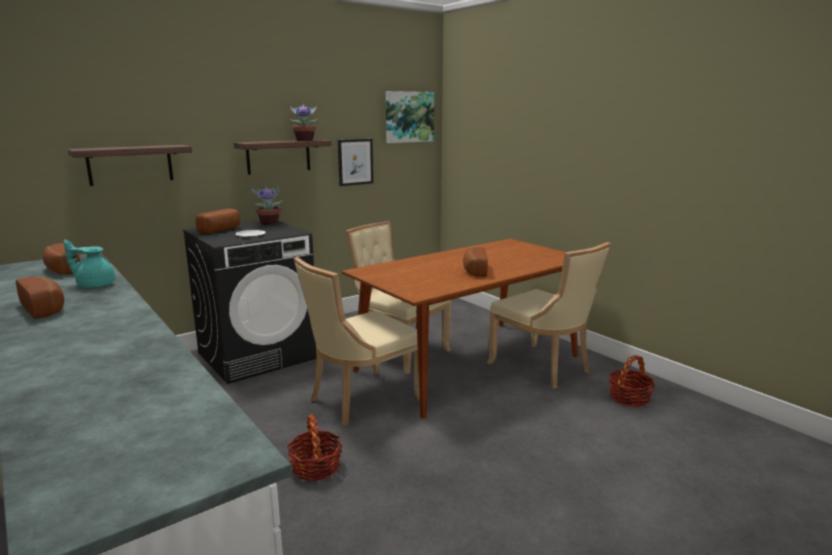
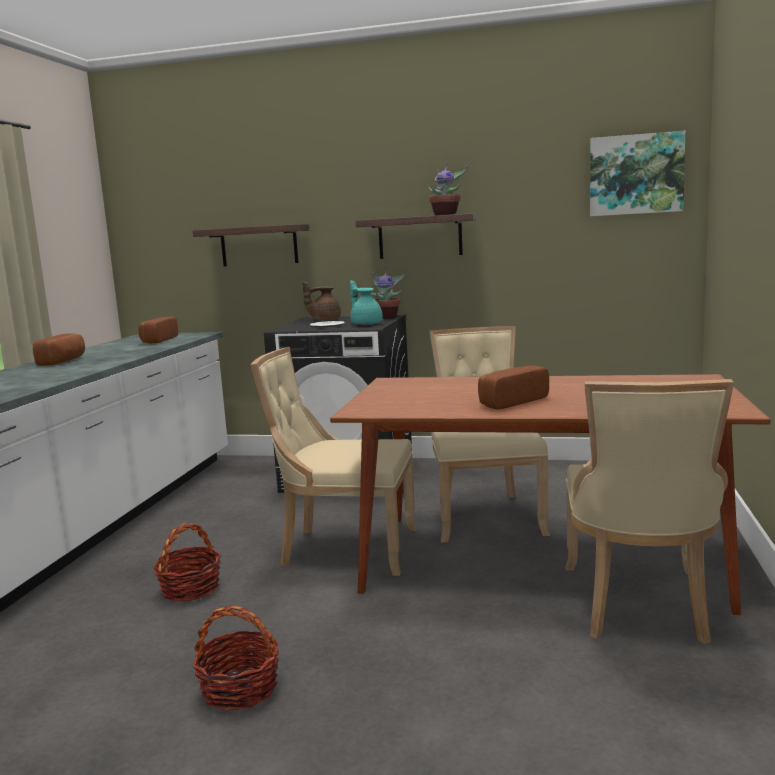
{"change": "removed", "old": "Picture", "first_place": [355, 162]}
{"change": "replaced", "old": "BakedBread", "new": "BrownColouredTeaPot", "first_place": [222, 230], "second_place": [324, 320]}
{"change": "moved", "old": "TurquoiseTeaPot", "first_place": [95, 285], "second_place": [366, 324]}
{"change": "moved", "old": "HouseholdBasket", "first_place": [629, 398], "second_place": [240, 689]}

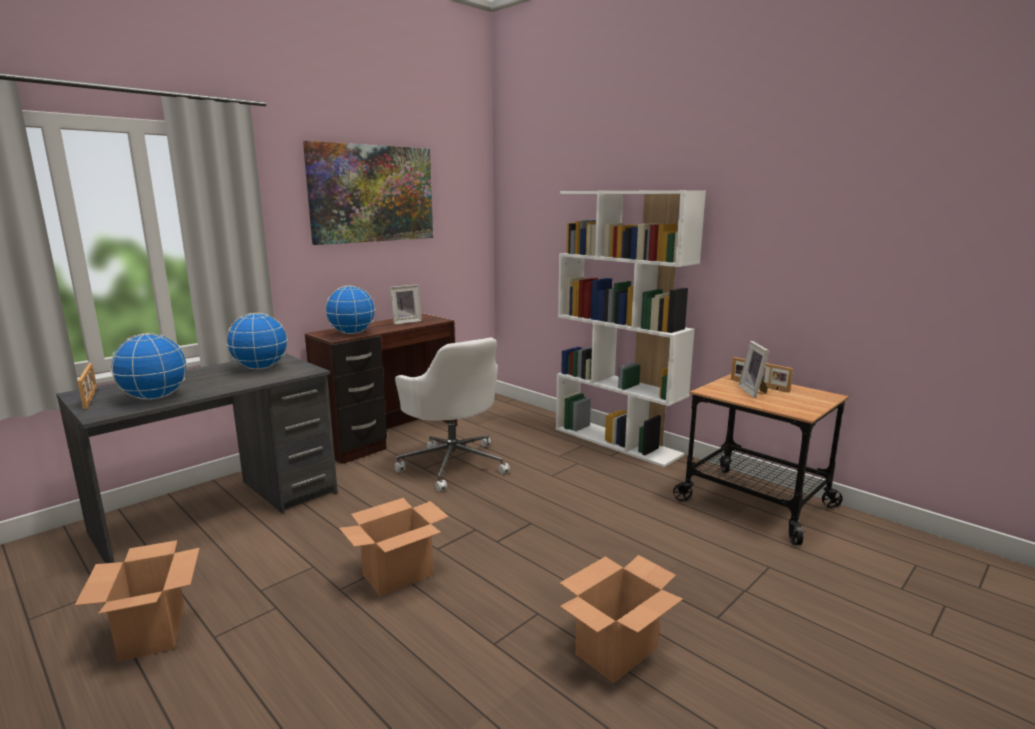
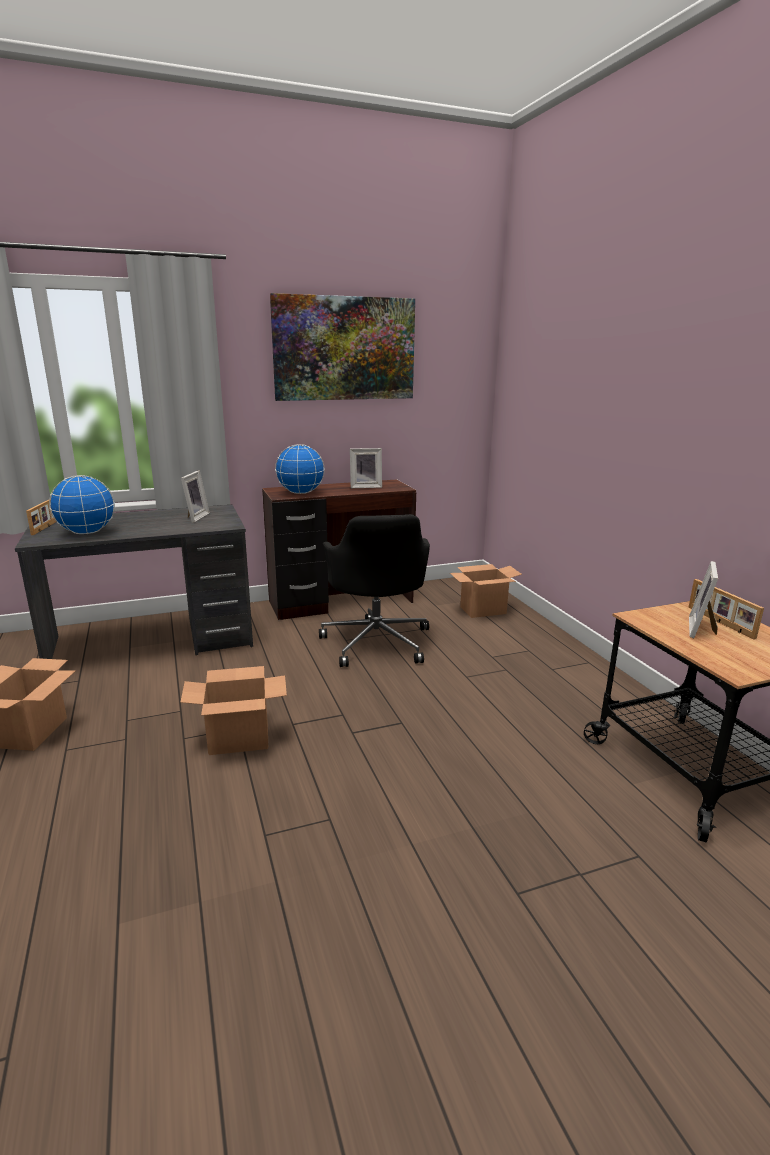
{"change": "removed", "old": "WhiteColouredShelvingUnit", "first_place": [617, 441]}
{"change": "replaced", "old": "DeskGlobe", "new": "PhotoFrame", "first_place": [260, 368], "second_place": [194, 517]}
{"change": "recoloured", "old": "WhiteColouredOfficeChair", "new": "BlackColouredOfficeChair", "first_place": [453, 464], "second_place": [377, 641]}
{"change": "moved", "old": "Carton", "first_place": [616, 652], "second_place": [482, 610]}

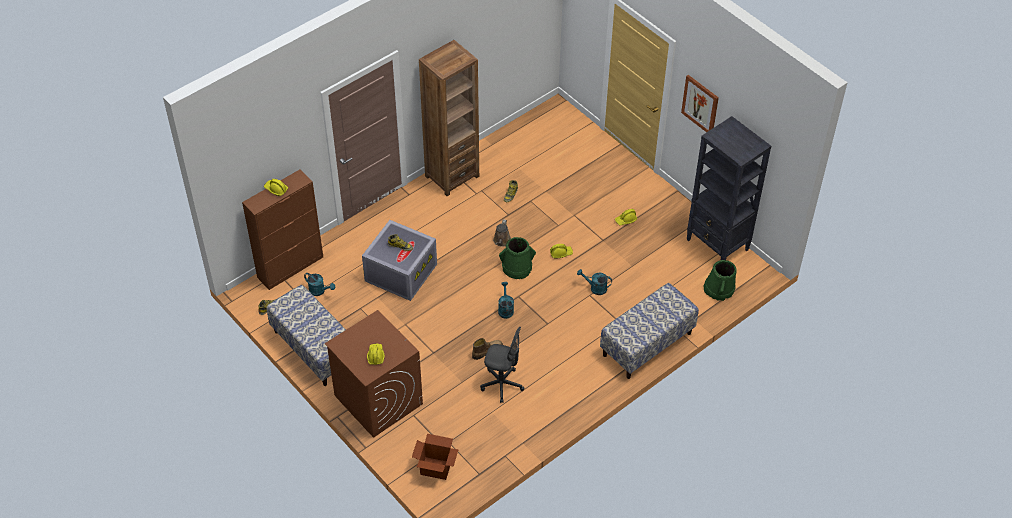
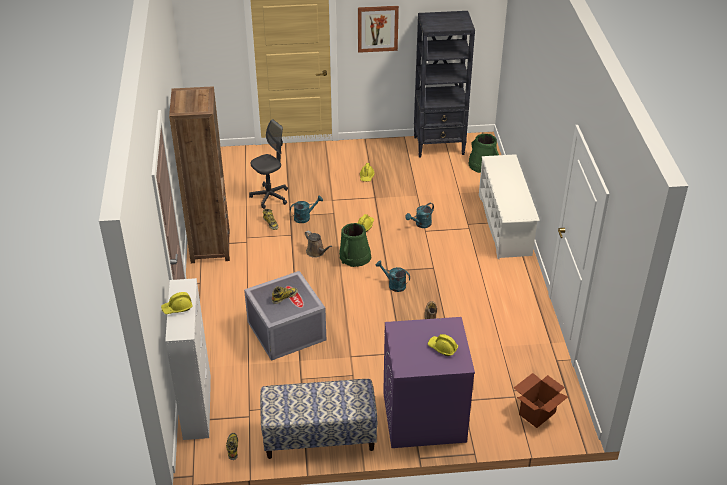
{"change": "recoloured", "old": "BrownColouredStorageCabinet", "new": "WhiteColouredStorageCabinet", "first_place": [291, 267], "second_place": [197, 406]}
{"change": "moved", "old": "TurquoiseWateringCan", "first_place": [319, 291], "second_place": [305, 217]}
{"change": "replaced", "old": "IndoorBench", "new": "WhiteColouredShoeShelf", "first_place": [647, 344], "second_place": [505, 225]}
{"change": "recoloured", "old": "BrownColouredWashingMachine", "new": "PurpleWashingMachine", "first_place": [378, 399], "second_place": [423, 417]}
{"change": "moved", "old": "GrayOfficeChair", "first_place": [502, 384], "second_place": [270, 197]}

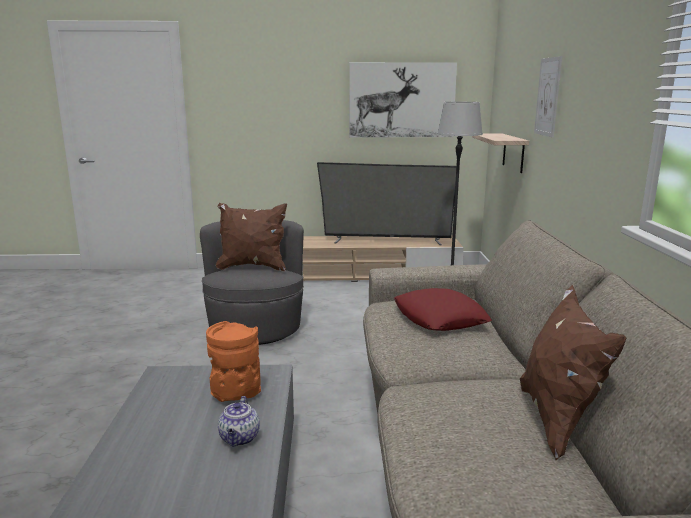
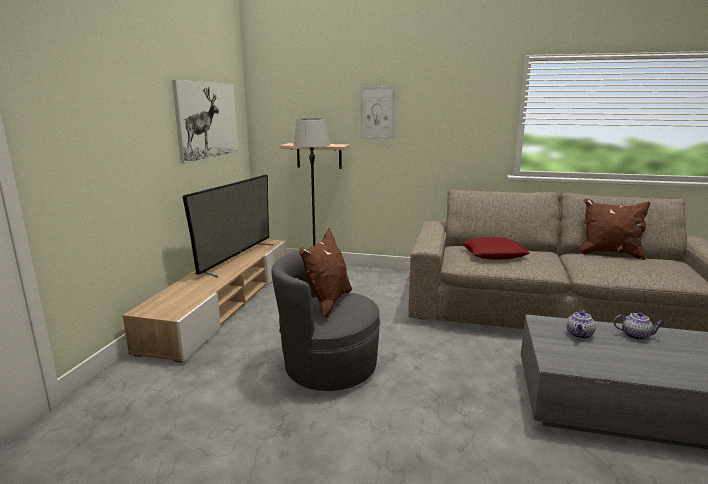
{"change": "replaced", "old": "OrangeFlowerVase", "new": "TeaPot", "first_place": [235, 394], "second_place": [579, 335]}

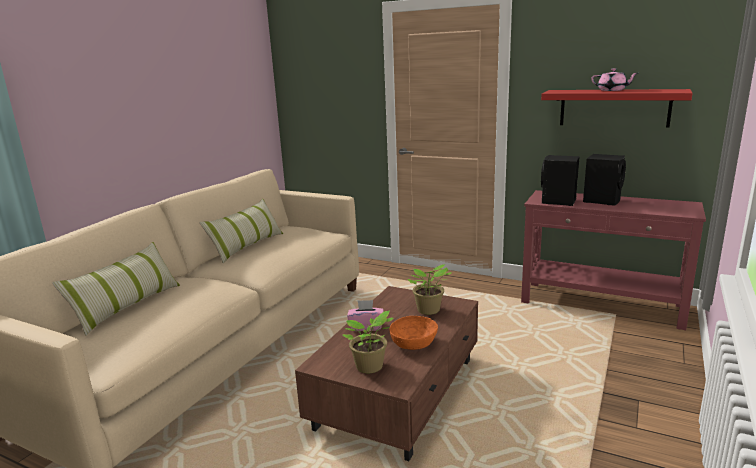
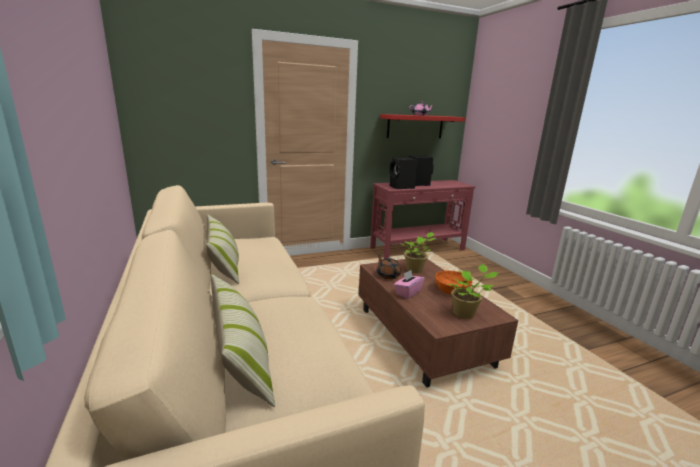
{"change": "added", "new": "BrownColouredTeaPot", "second_place": [388, 275]}

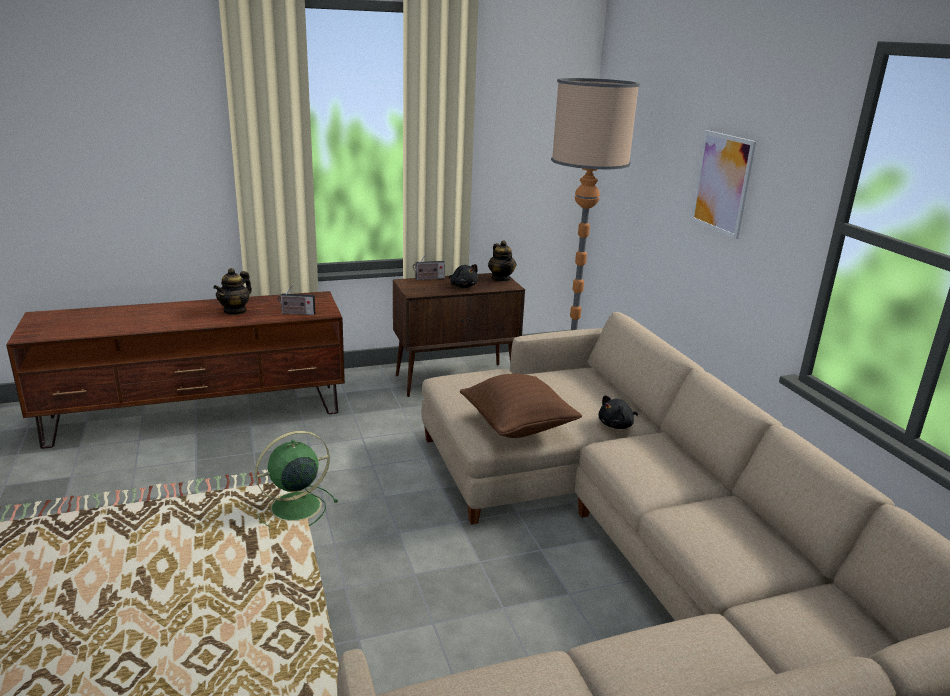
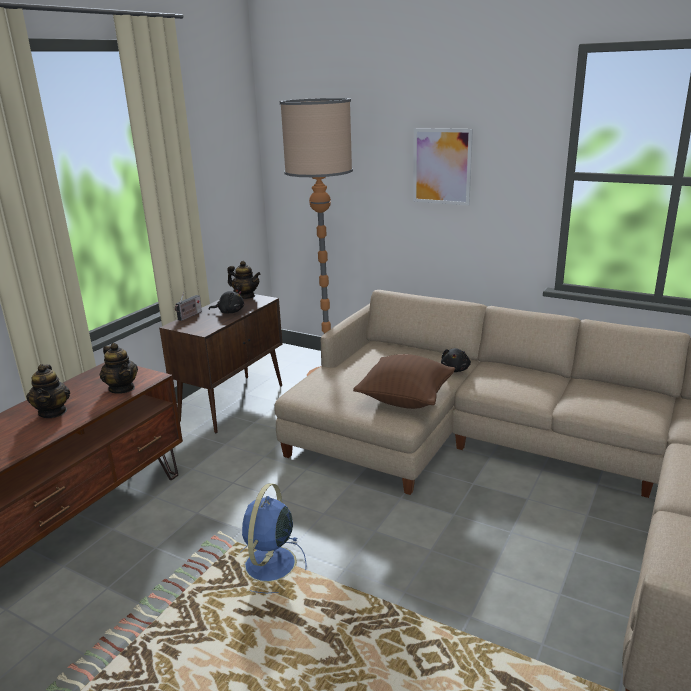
{"change": "replaced", "old": "RadioSet", "new": "TeaPot", "first_place": [296, 313], "second_place": [122, 388]}
{"change": "recoloured", "old": "GreenFan", "new": "BlueFan", "first_place": [293, 507], "second_place": [269, 566]}

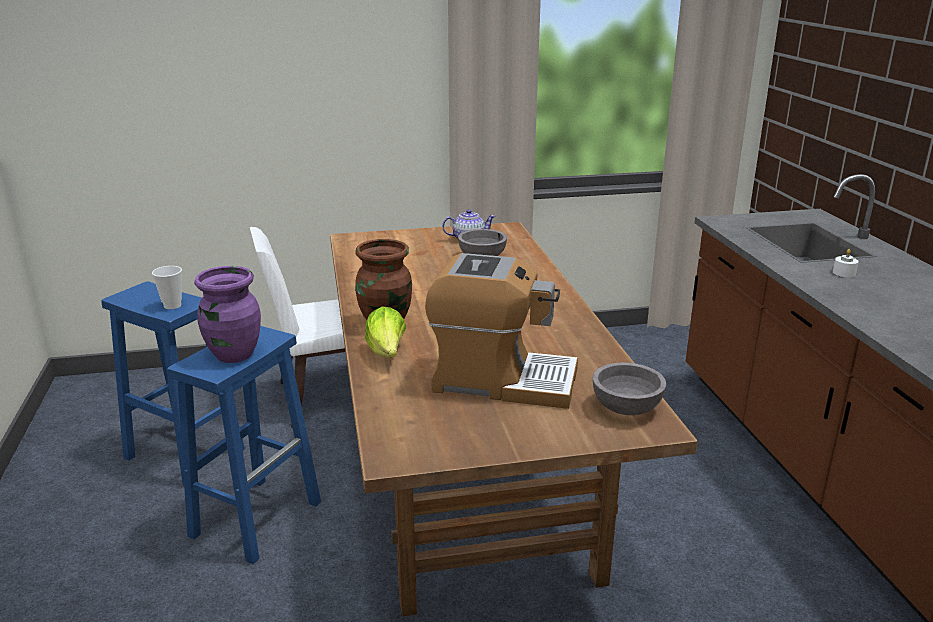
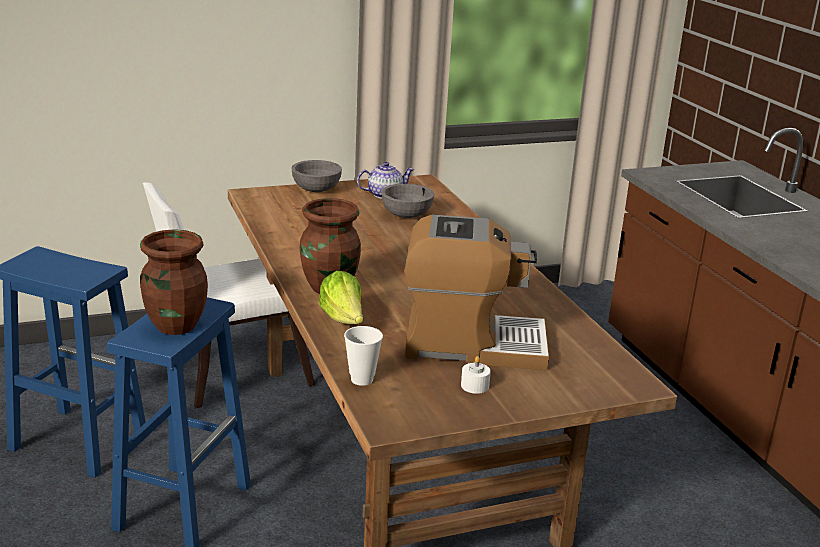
{"change": "moved", "old": "WhiteColouredWaxCandle", "first_place": [844, 273], "second_place": [475, 386]}
{"change": "moved", "old": "SmallCup", "first_place": [172, 305], "second_place": [362, 379]}
{"change": "recoloured", "old": "PurpleFlowerVase", "new": "BrownColouredFlowerVase", "first_place": [234, 354], "second_place": [175, 325]}
{"change": "moved", "old": "GrayBowl", "first_place": [626, 407], "second_place": [316, 189]}

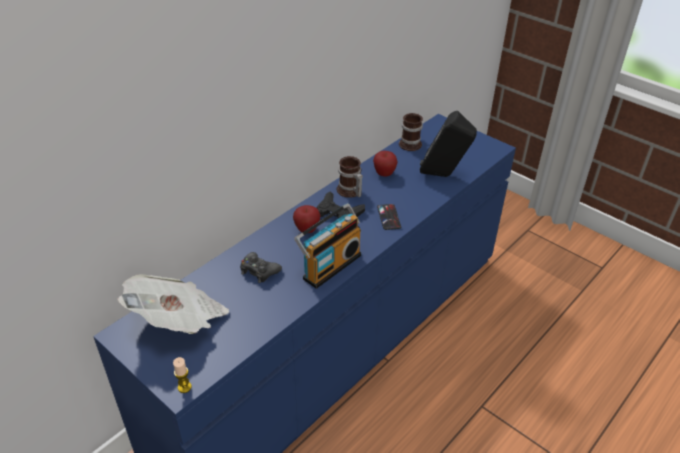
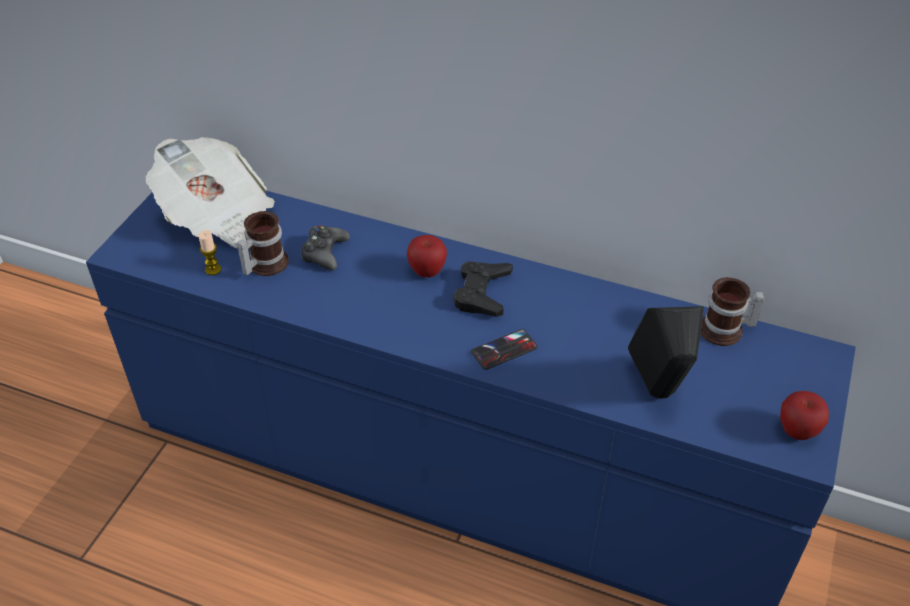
{"change": "moved", "old": "WholeApple", "first_place": [384, 174], "second_place": [797, 431]}
{"change": "moved", "old": "Mug", "first_place": [349, 191], "second_place": [264, 264]}
{"change": "removed", "old": "RadioSet", "first_place": [330, 265]}
{"change": "moved", "old": "WaxCandle", "first_place": [184, 387], "second_place": [213, 269]}

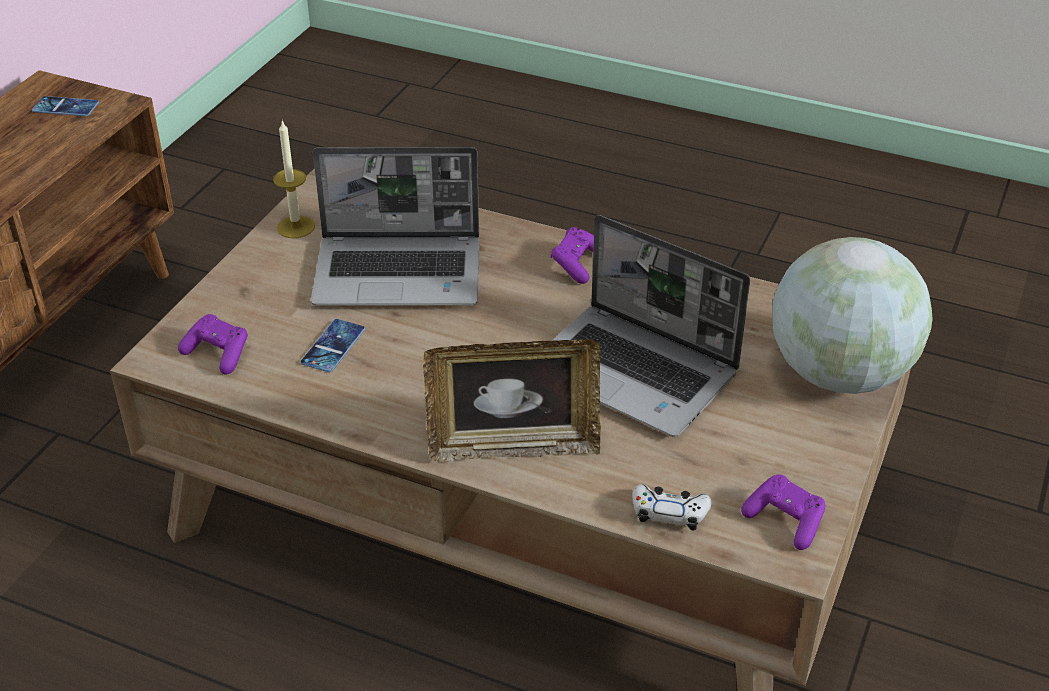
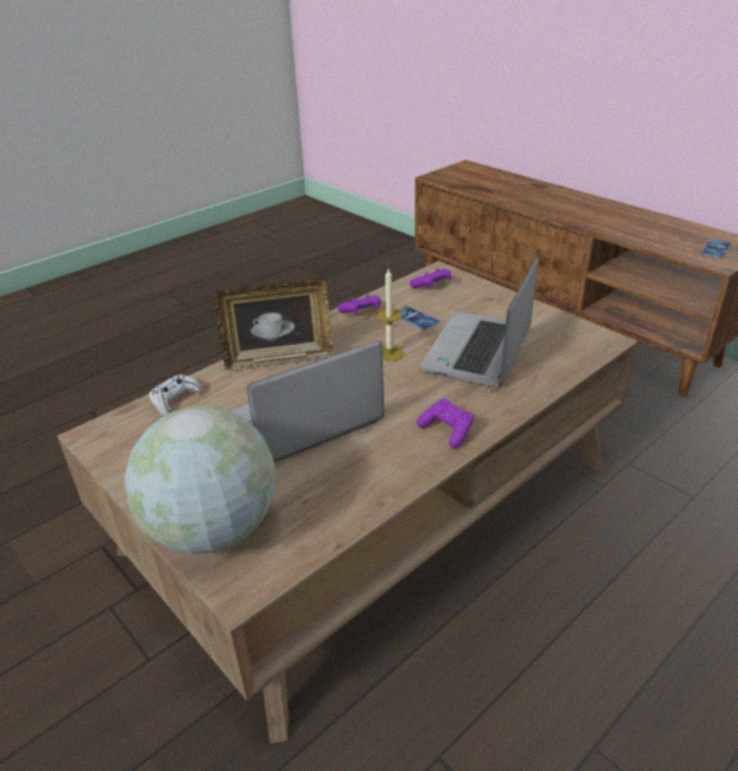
{"change": "moved", "old": "WaxCandle", "first_place": [296, 227], "second_place": [389, 353]}
{"change": "turned", "old": "PhotoFrame", "first_place": [513, 446], "second_place": [279, 359], "degrees": -120}
{"change": "moved", "old": "PurpleJoypad", "first_place": [785, 521], "second_place": [361, 313]}

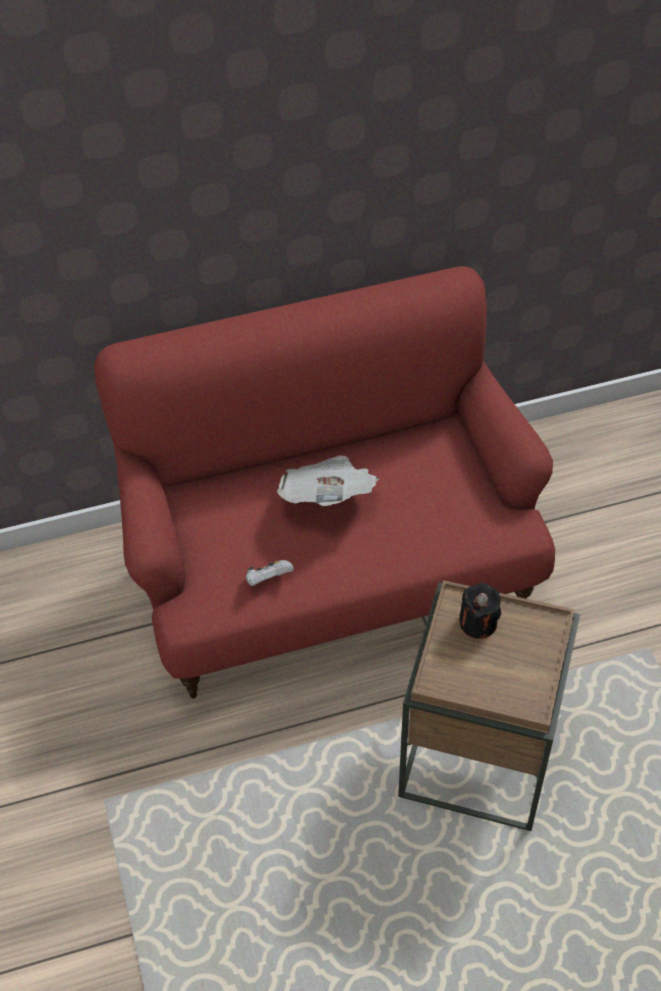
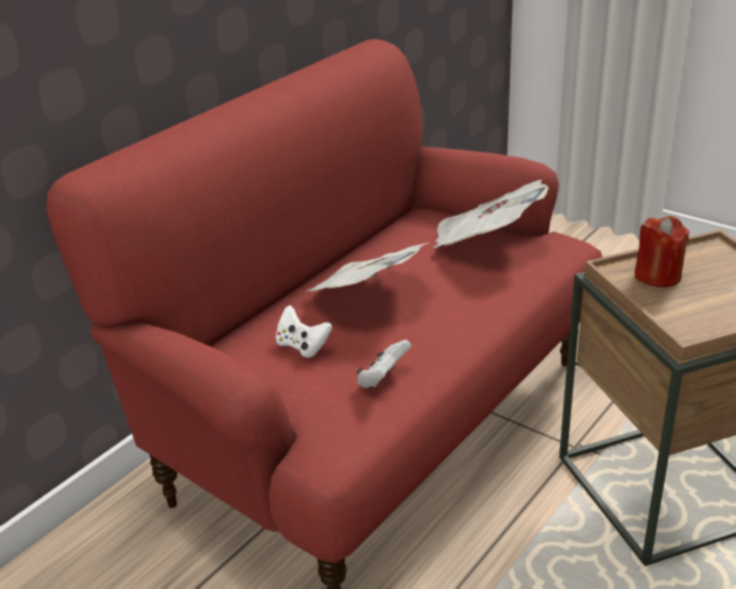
{"change": "recoloured", "old": "BlackColouredWaxCandle", "new": "RedWaxCandle", "first_place": [478, 623], "second_place": [657, 276]}
{"change": "added", "new": "Newspaper", "second_place": [485, 241]}
{"change": "added", "new": "WhiteColouredJoypad", "second_place": [302, 346]}

